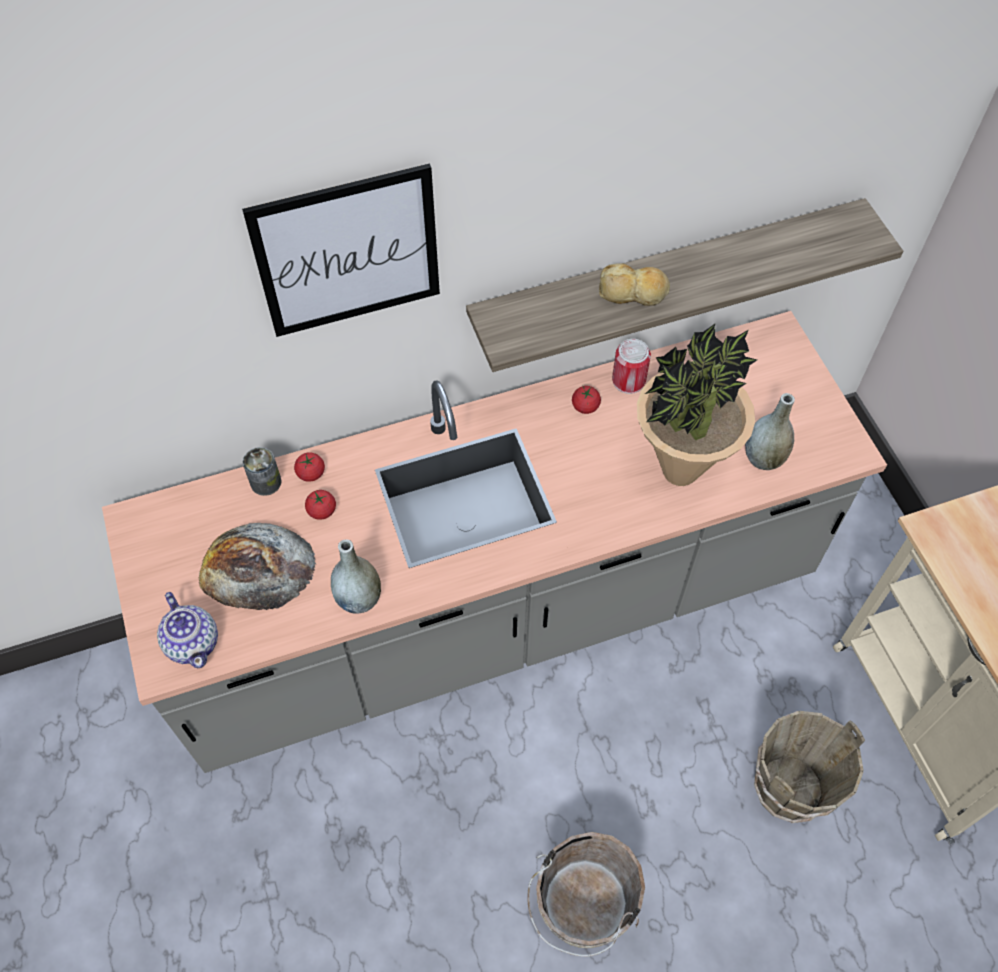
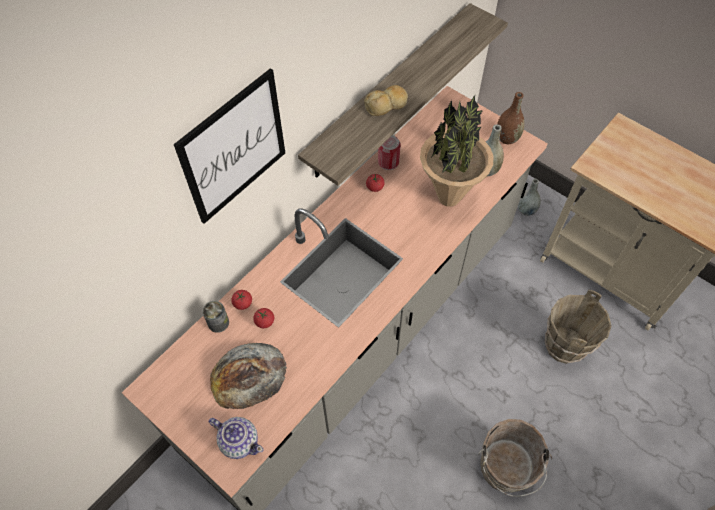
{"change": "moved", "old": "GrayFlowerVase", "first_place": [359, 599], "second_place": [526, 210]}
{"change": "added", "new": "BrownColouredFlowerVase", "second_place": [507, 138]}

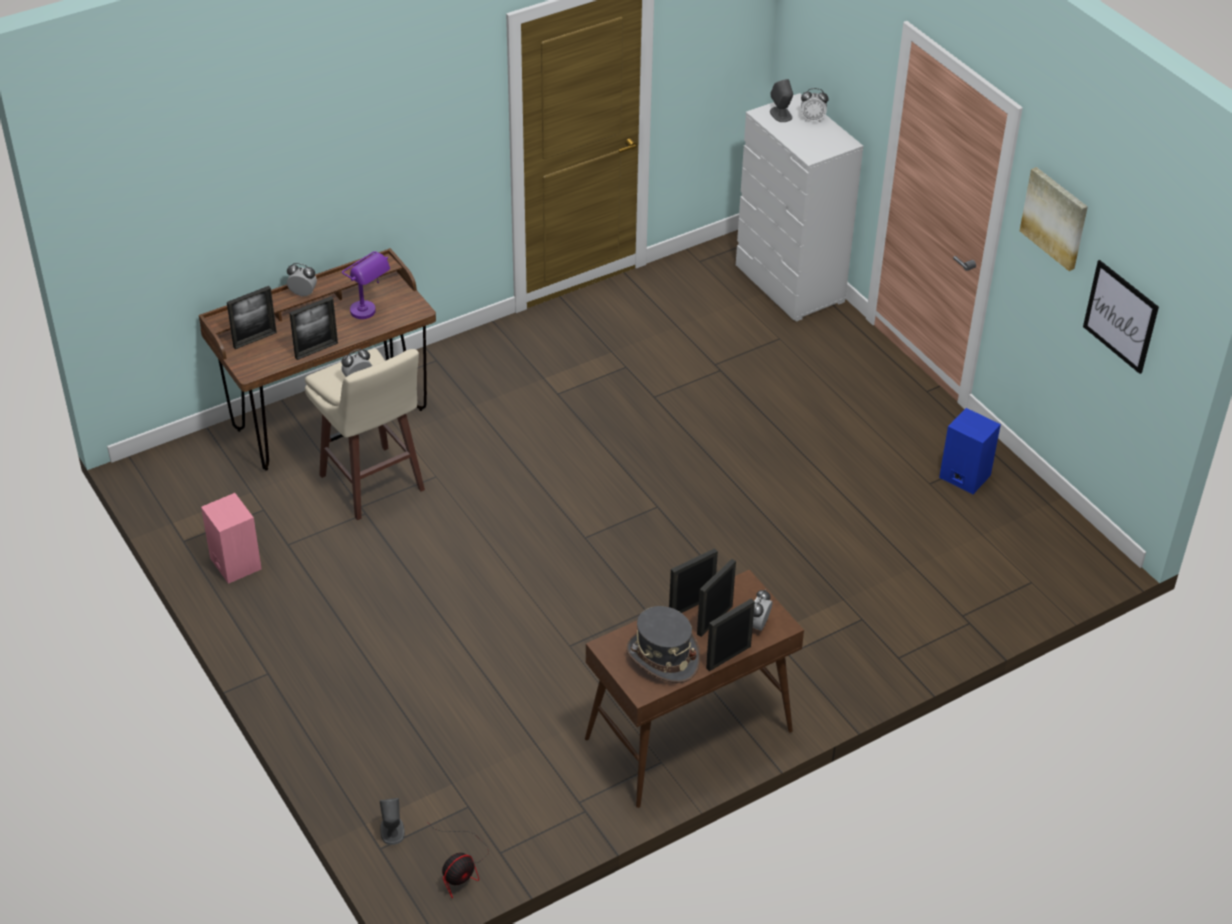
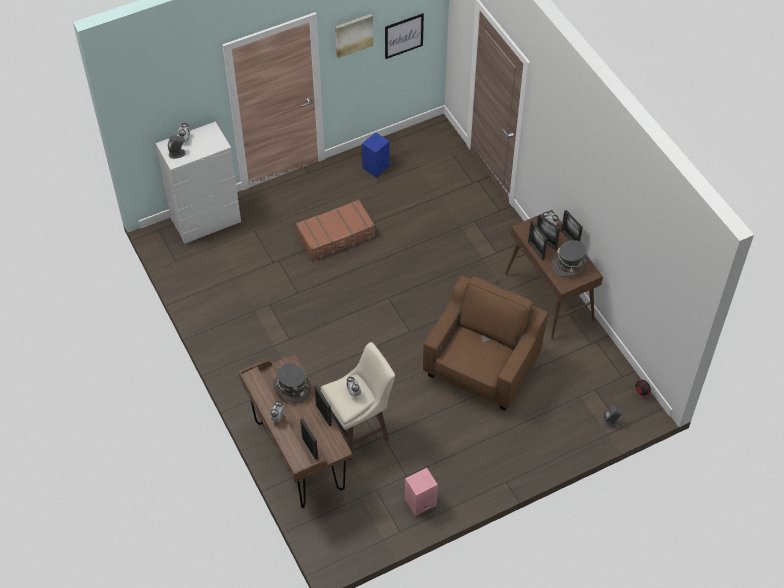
{"change": "replaced", "old": "PurpleTabletopLamp", "new": "GrayHat", "first_place": [369, 314], "second_place": [292, 387]}
{"change": "added", "new": "BrownColouredTravelCase", "second_place": [336, 236]}
{"change": "added", "new": "BrownColouredEasyChair", "second_place": [482, 368]}

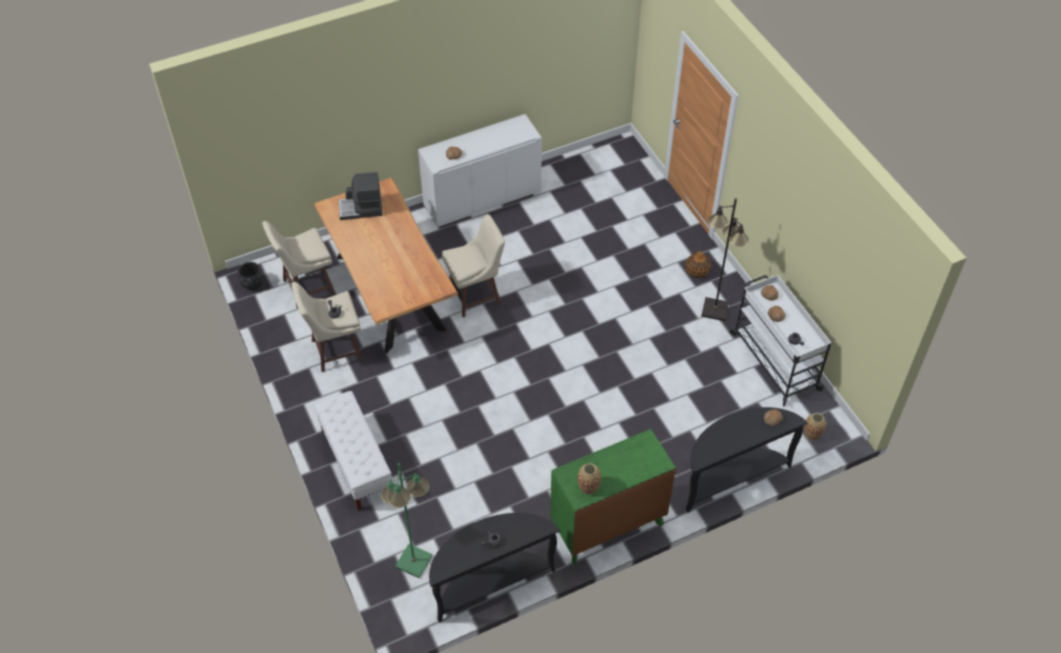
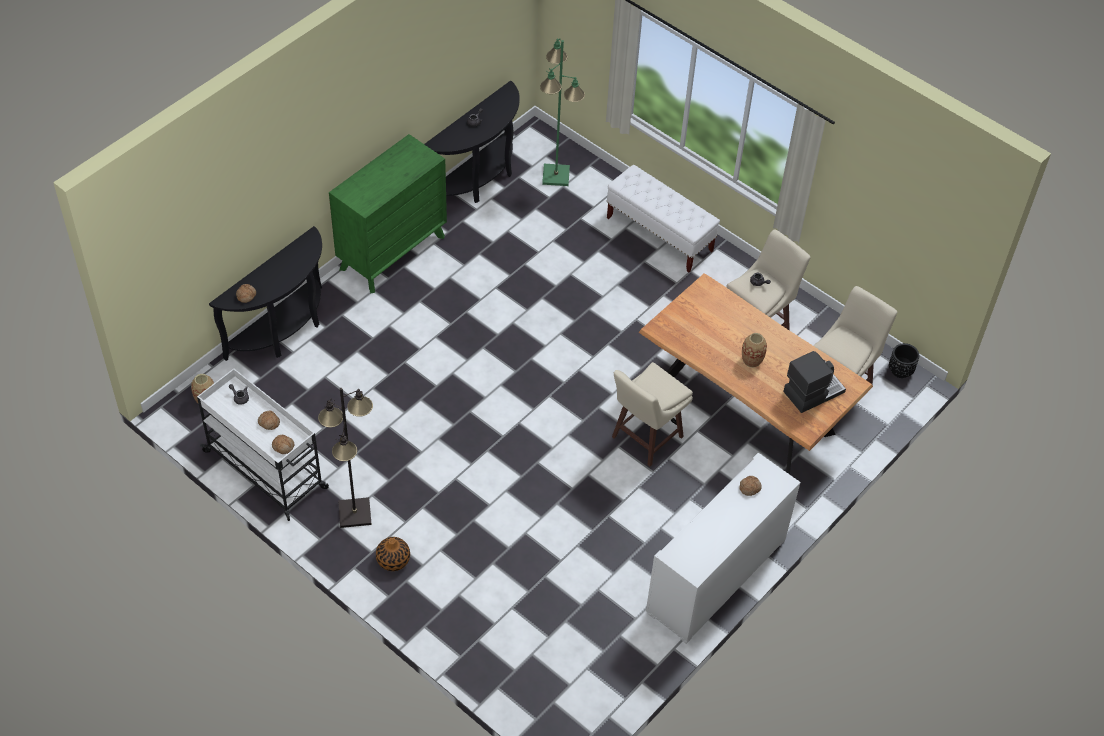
{"change": "moved", "old": "FlowerVase", "first_place": [588, 487], "second_place": [752, 360]}

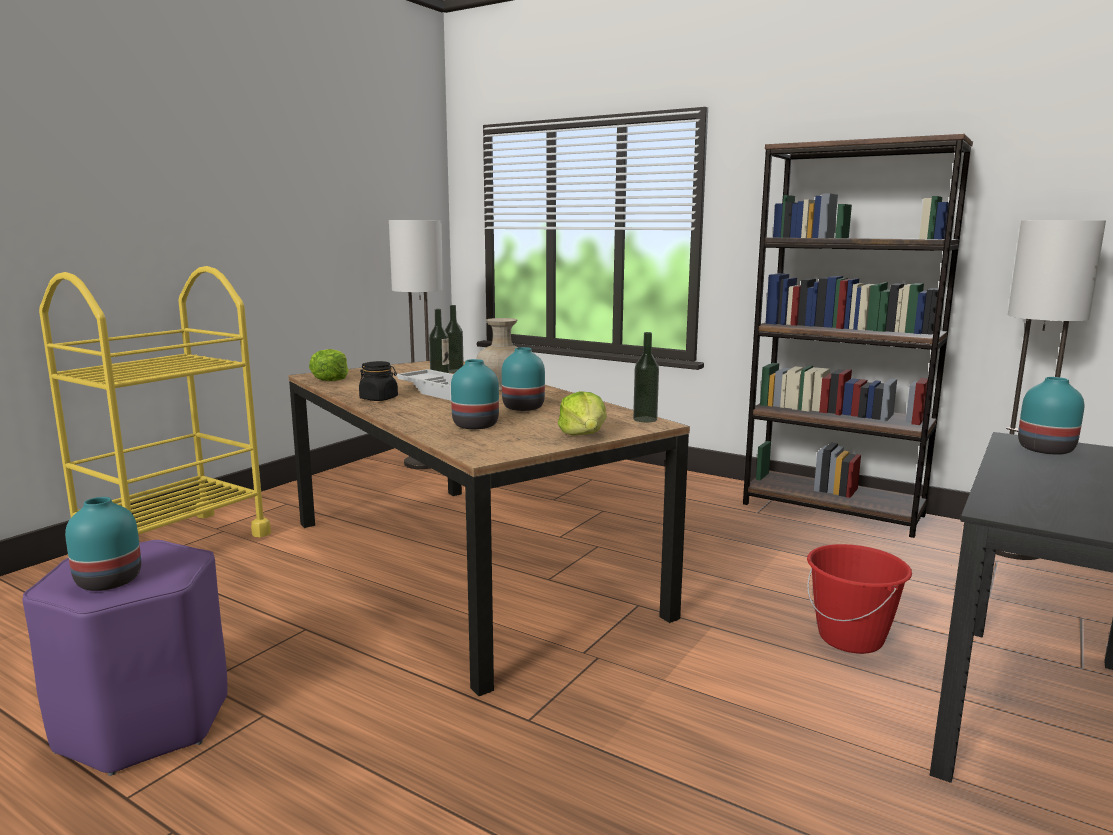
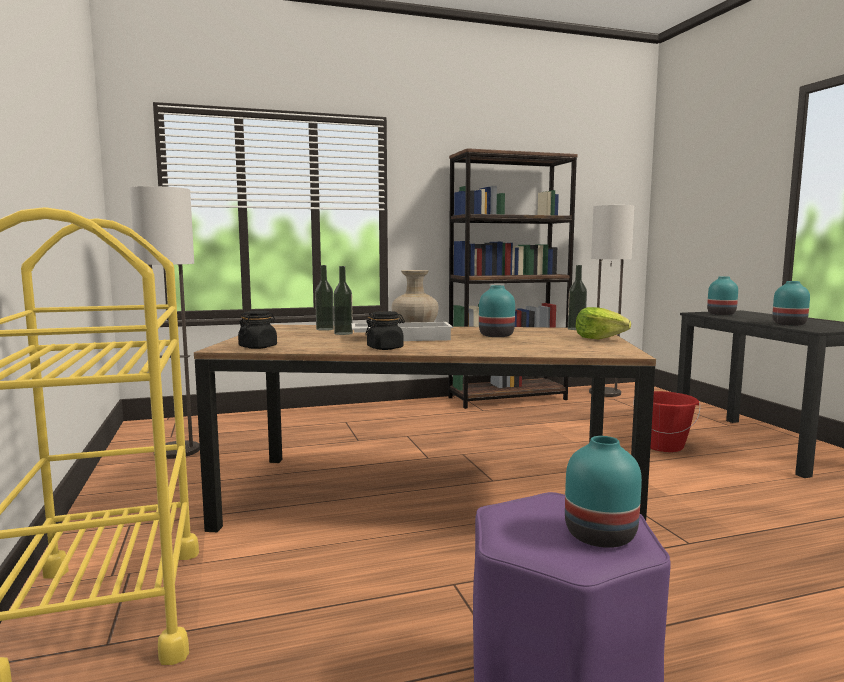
{"change": "replaced", "old": "HeadOfLettuce", "new": "BlackColouredStorageJar", "first_place": [330, 379], "second_place": [258, 347]}
{"change": "moved", "old": "TurquoiseFlowerVase", "first_place": [475, 425], "second_place": [788, 324]}

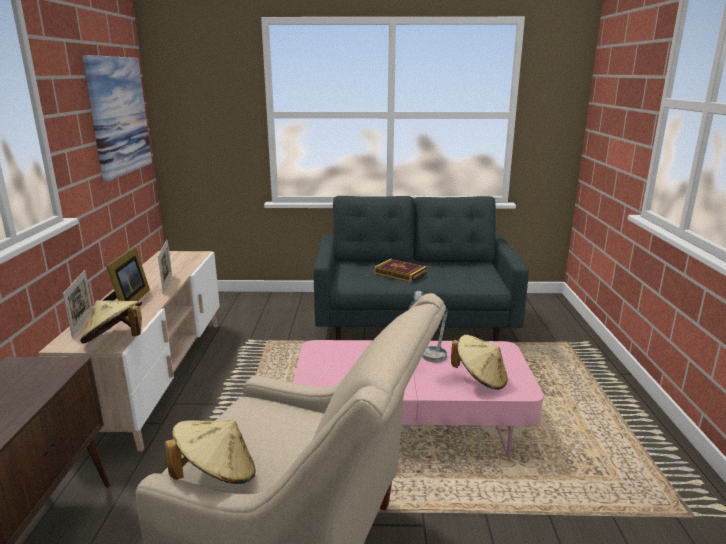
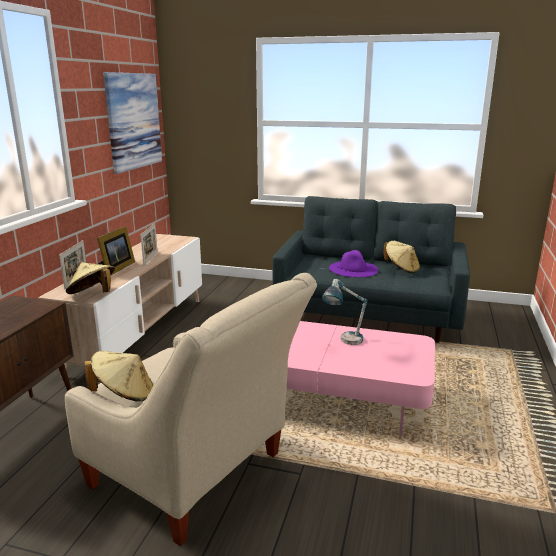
{"change": "replaced", "old": "Volume", "new": "PurpleHat", "first_place": [400, 273], "second_place": [353, 269]}
{"change": "moved", "old": "BeigeColouredHat", "first_place": [480, 379], "second_place": [401, 269]}

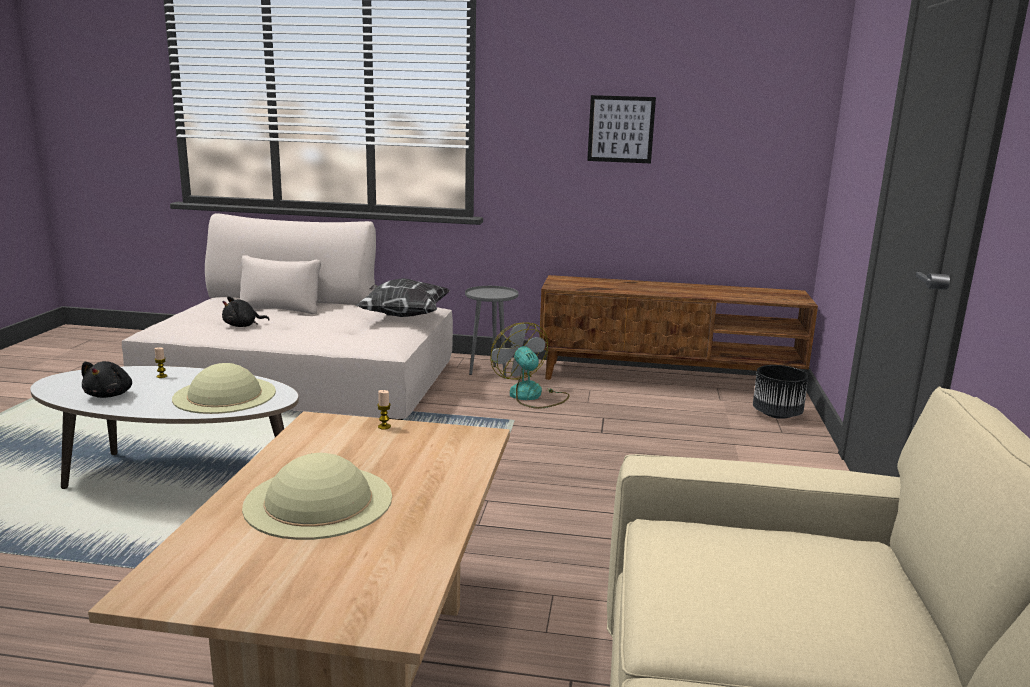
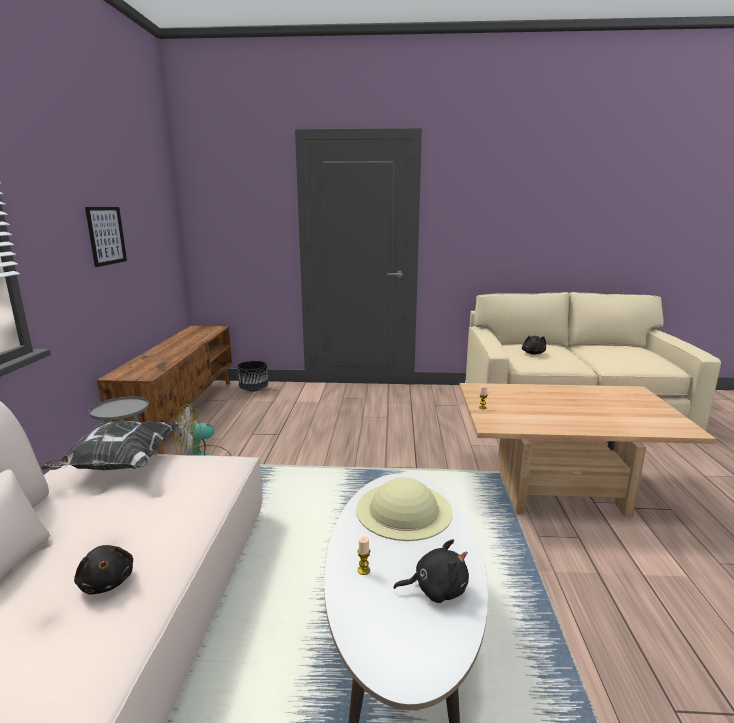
{"change": "removed", "old": "BeigeColouredHat", "first_place": [318, 501]}
{"change": "added", "new": "BlackColouredCuddlyToy", "second_place": [533, 353]}

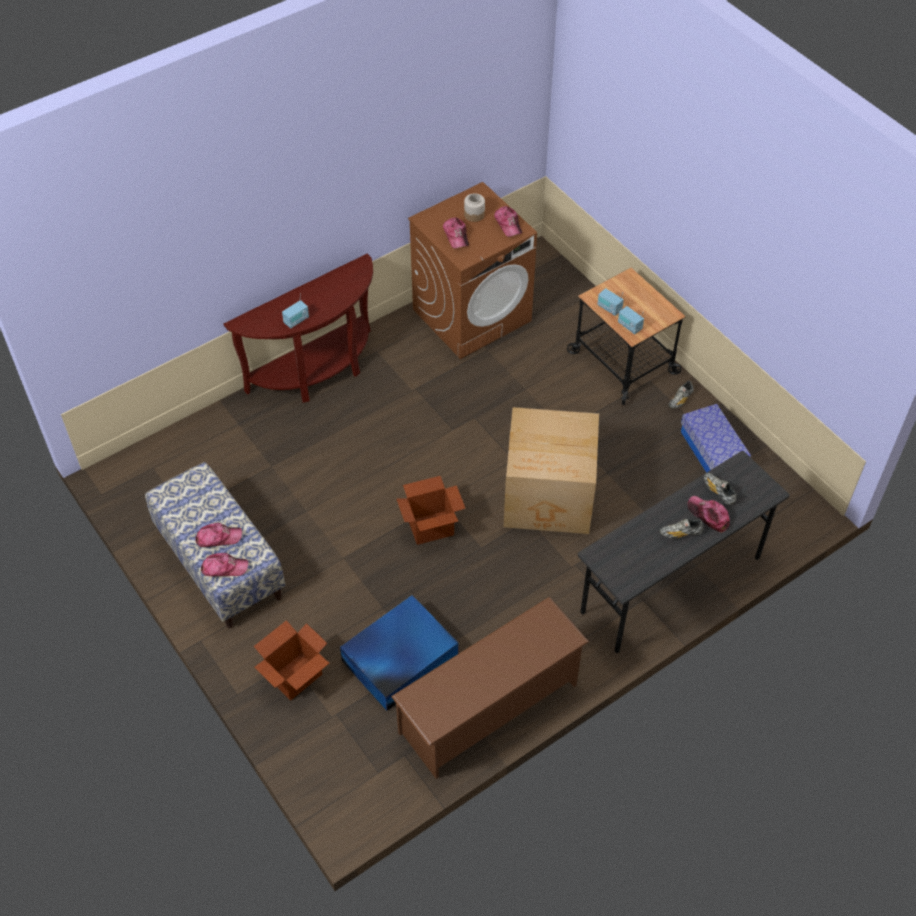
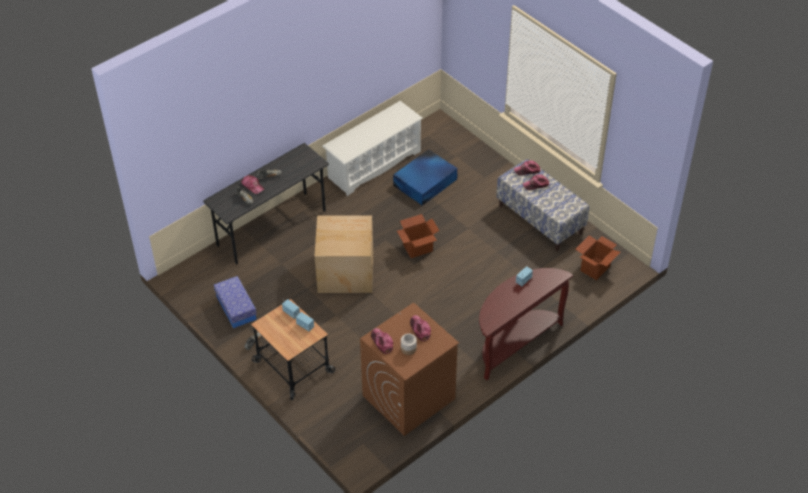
{"change": "recoloured", "old": "BrownColouredShoeShelf", "new": "WhiteColouredShoeShelf", "first_place": [489, 709], "second_place": [374, 164]}
{"change": "moved", "old": "Carton", "first_place": [295, 677], "second_place": [595, 268]}

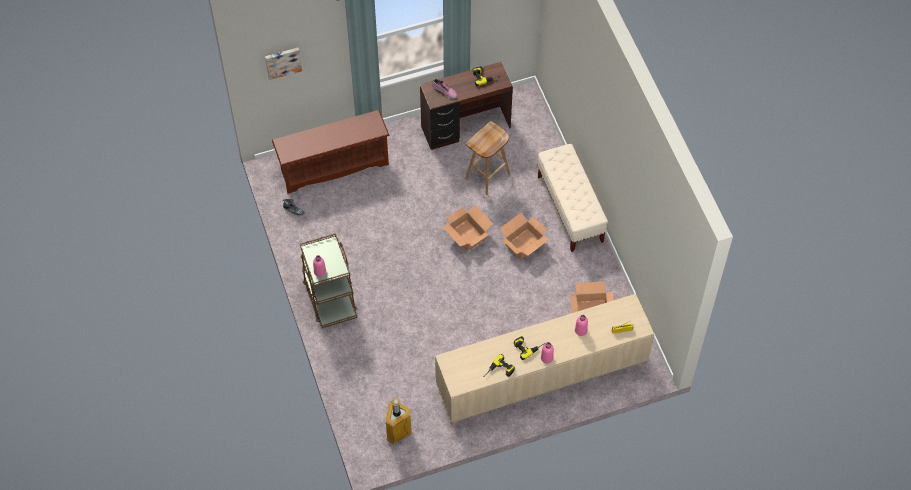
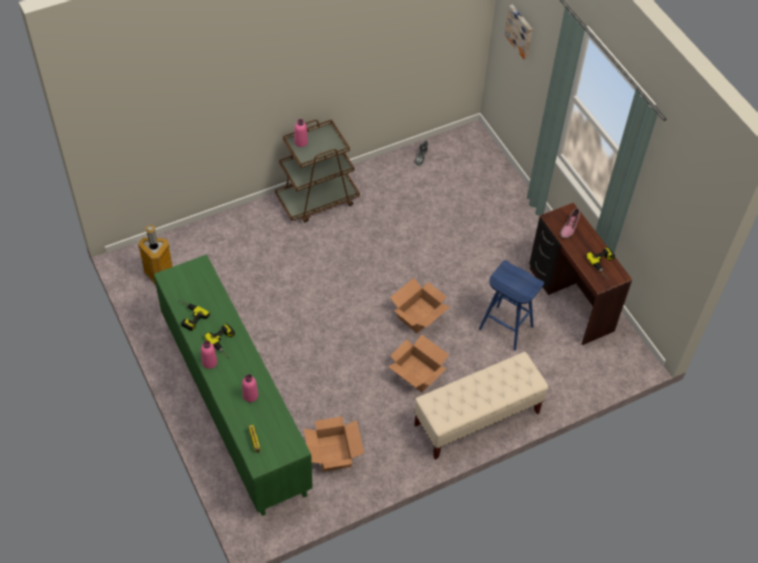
{"change": "removed", "old": "BrownColouredShoeShelf", "first_place": [334, 166]}
{"change": "recoloured", "old": "BrownColouredStool", "new": "BlueStool", "first_place": [487, 176], "second_place": [505, 328]}
{"change": "recoloured", "old": "BeigeColouredStorageCabinet", "new": "GreenStorageCabinet", "first_place": [541, 378], "second_place": [234, 406]}

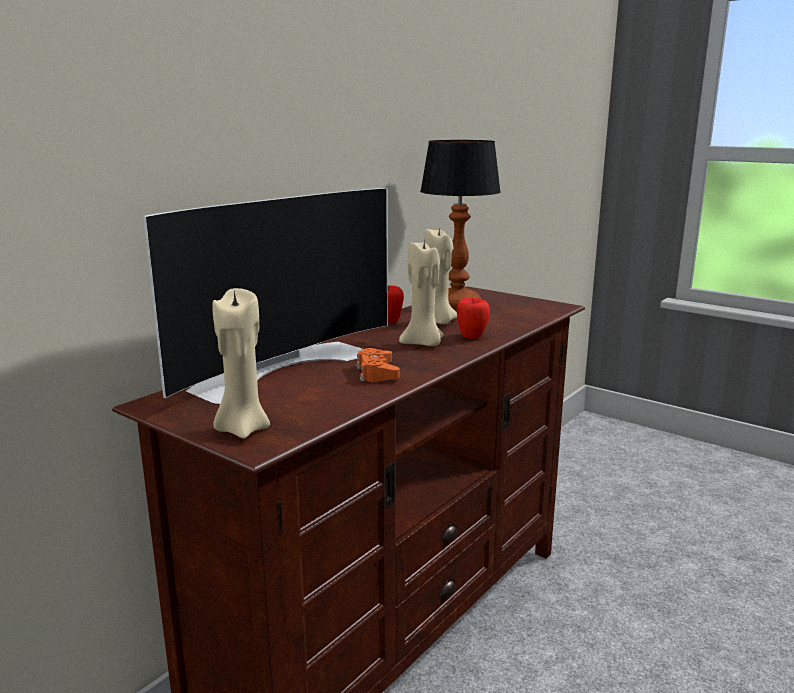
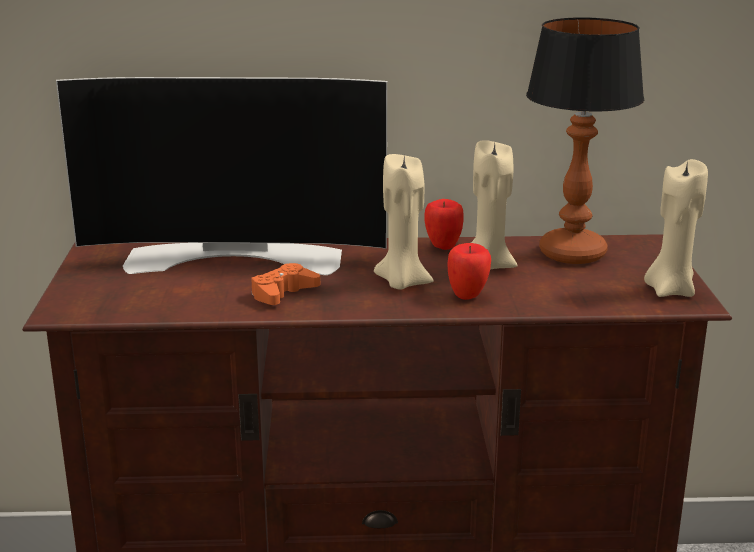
{"change": "moved", "old": "BeigeColouredWaxCandle", "first_place": [242, 429], "second_place": [670, 290]}

